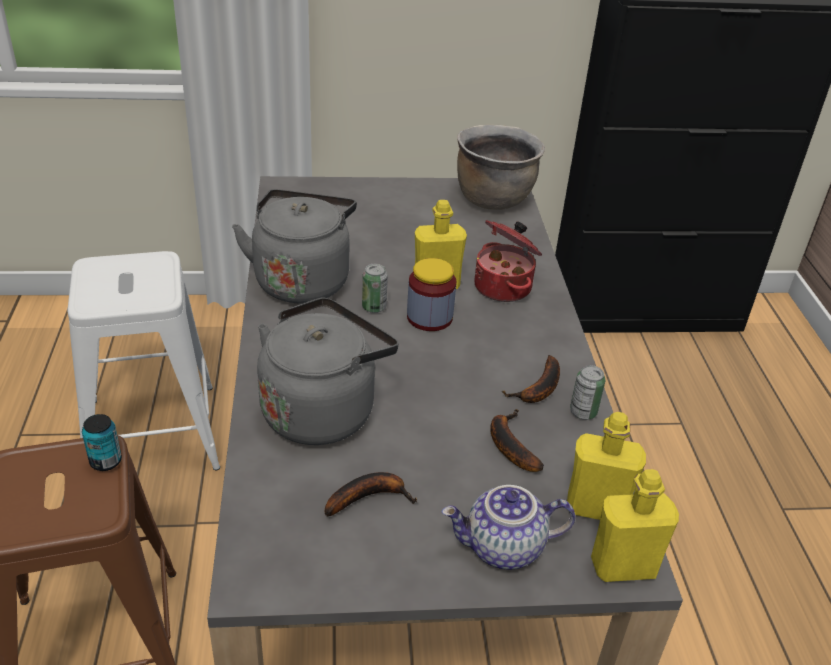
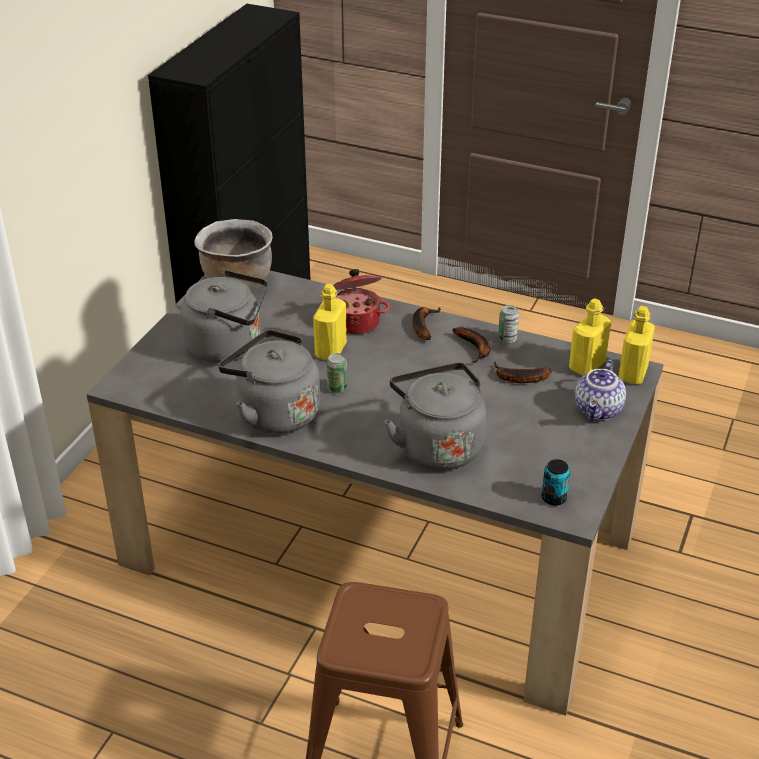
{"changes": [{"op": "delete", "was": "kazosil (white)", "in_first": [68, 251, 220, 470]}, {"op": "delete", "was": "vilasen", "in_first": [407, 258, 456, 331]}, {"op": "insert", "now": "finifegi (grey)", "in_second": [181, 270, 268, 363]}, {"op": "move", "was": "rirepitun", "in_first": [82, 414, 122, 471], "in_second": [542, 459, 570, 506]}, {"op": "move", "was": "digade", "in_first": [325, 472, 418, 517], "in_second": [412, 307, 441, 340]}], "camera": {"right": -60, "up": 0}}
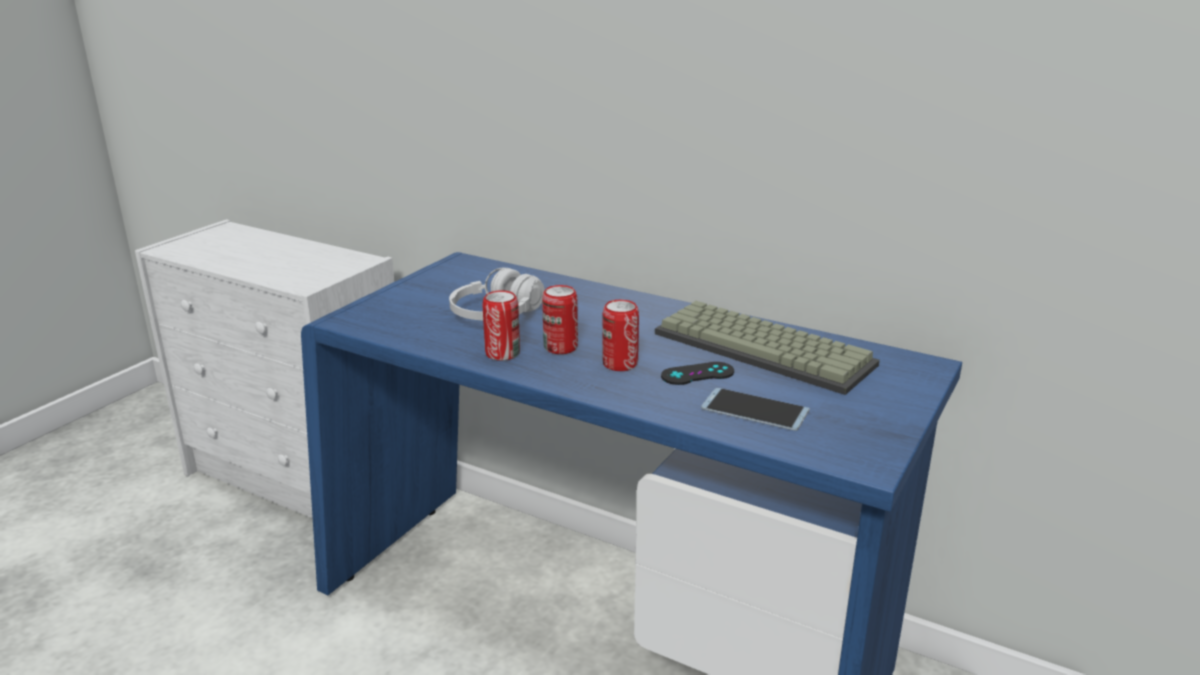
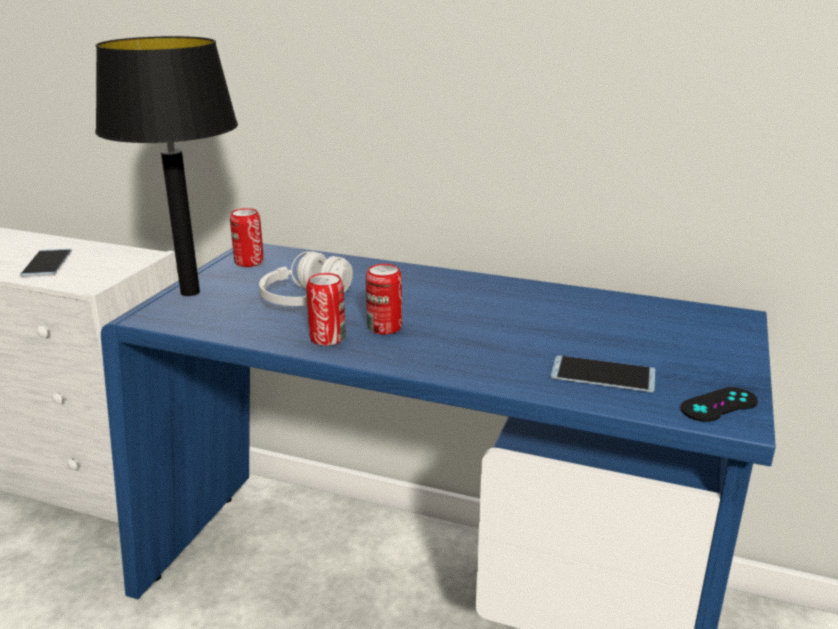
{"changes": [{"op": "delete", "was": "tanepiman", "in_first": [655, 301, 880, 395]}, {"op": "insert", "now": "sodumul", "in_second": [20, 249, 72, 277]}, {"op": "insert", "now": "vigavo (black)", "in_second": [95, 36, 238, 296]}, {"op": "move", "was": "rirepitun", "in_first": [603, 300, 639, 371], "in_second": [230, 208, 264, 267]}, {"op": "move", "was": "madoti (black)", "in_first": [661, 362, 734, 385], "in_second": [680, 387, 758, 422]}], "camera": {"right": -10, "up": 0}}
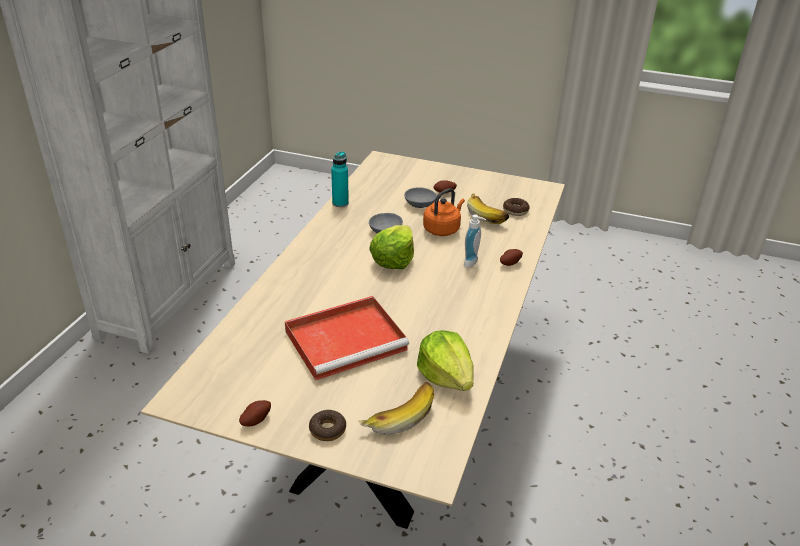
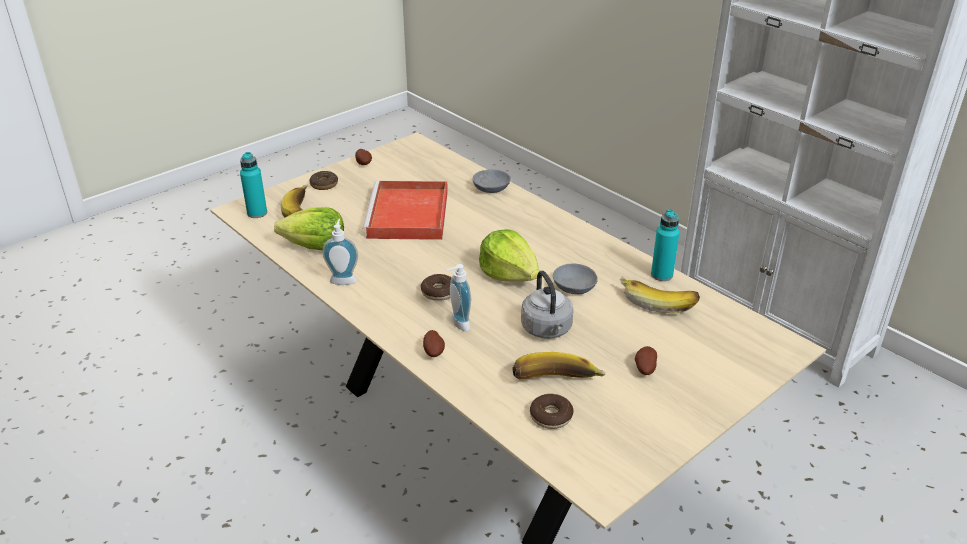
{"changes": [{"op": "insert", "now": "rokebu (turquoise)", "in_second": [240, 152, 267, 218]}, {"op": "insert", "now": "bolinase", "in_second": [322, 219, 358, 285]}, {"op": "insert", "now": "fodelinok", "in_second": [421, 274, 452, 301]}, {"op": "insert", "now": "digade", "in_second": [620, 277, 700, 314]}, {"op": "move", "was": "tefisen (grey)", "in_first": [404, 187, 437, 208], "in_second": [472, 170, 511, 193]}, {"op": "recolor", "was": "finifegi (orange)", "now": "finifegi (grey)", "in_first": [423, 188, 465, 236], "in_second": [521, 271, 574, 339]}], "camera": {"right": 120, "up": 0}}
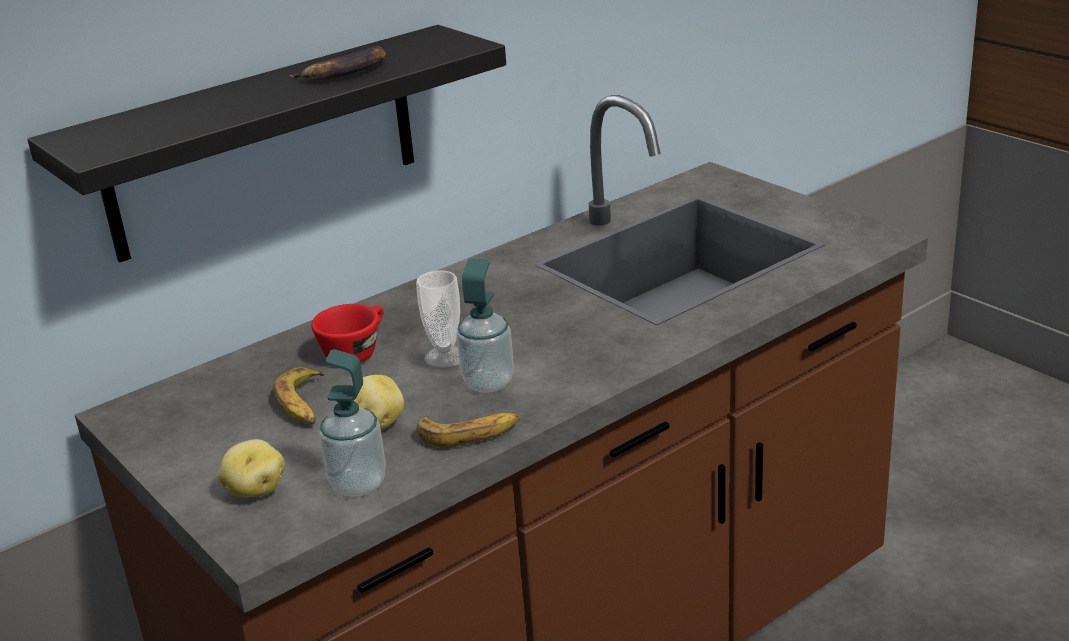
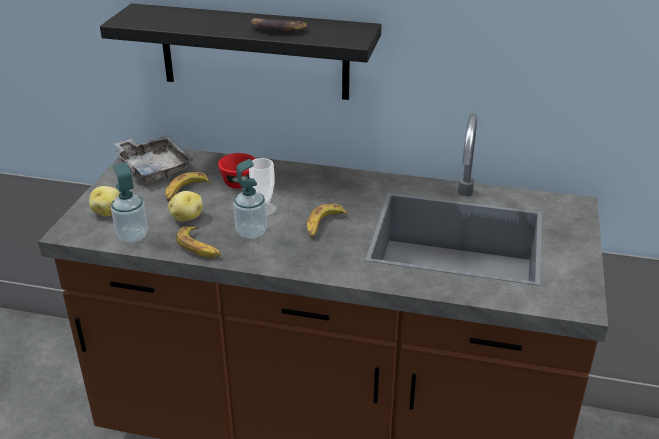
{"changes": [{"op": "insert", "now": "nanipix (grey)", "in_second": [114, 135, 194, 183]}, {"op": "insert", "now": "digade", "in_second": [307, 204, 348, 238]}], "camera": {"right": 50, "up": 5}}
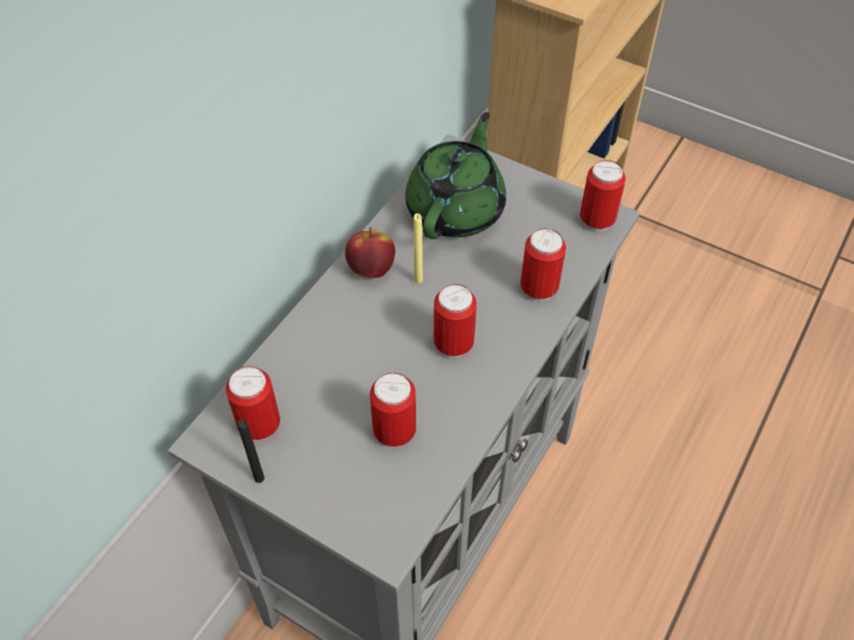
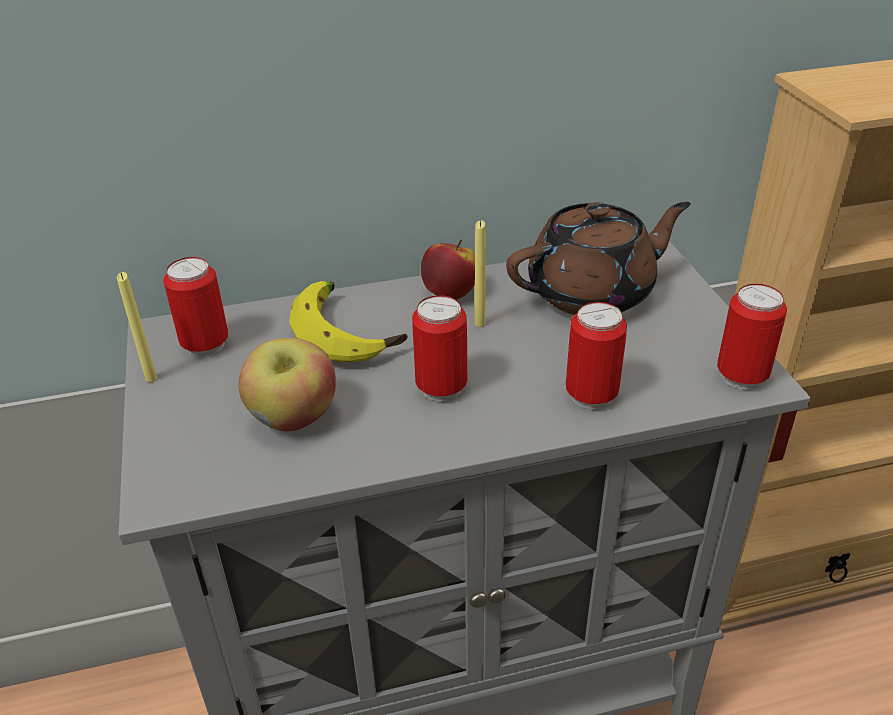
{"changes": [{"op": "insert", "now": "digade", "in_second": [289, 281, 407, 362]}, {"op": "replace", "was": "rirepitun", "now": "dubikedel", "in_first": [370, 373, 416, 447], "in_second": [239, 338, 336, 431]}, {"op": "recolor", "was": "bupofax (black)", "now": "bupofax (yellow)", "in_first": [237, 419, 264, 483], "in_second": [117, 272, 157, 382]}, {"op": "recolor", "was": "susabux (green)", "now": "susabux (brown)", "in_first": [405, 112, 506, 239], "in_second": [506, 202, 691, 315]}], "camera": {"right": 45, "up": -15}}
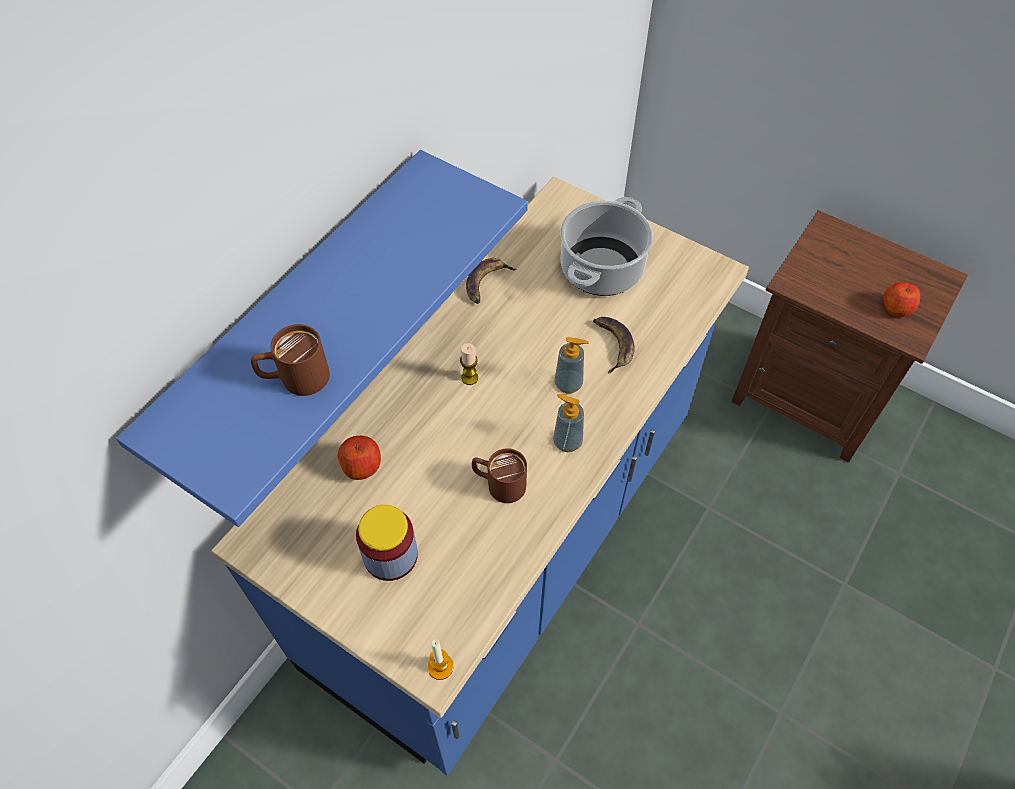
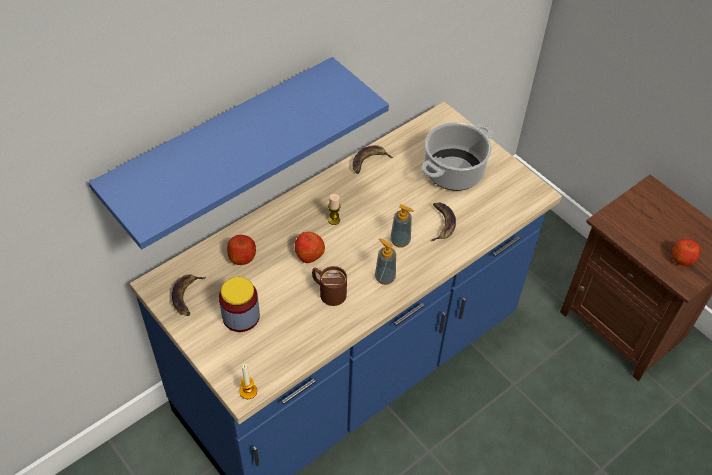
{"changes": [{"op": "delete", "was": "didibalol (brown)", "in_first": [251, 324, 330, 396]}, {"op": "insert", "now": "digade", "in_second": [172, 274, 206, 316]}, {"op": "insert", "now": "dubikedel", "in_second": [294, 232, 325, 263]}], "camera": {"right": 15, "up": -5}}
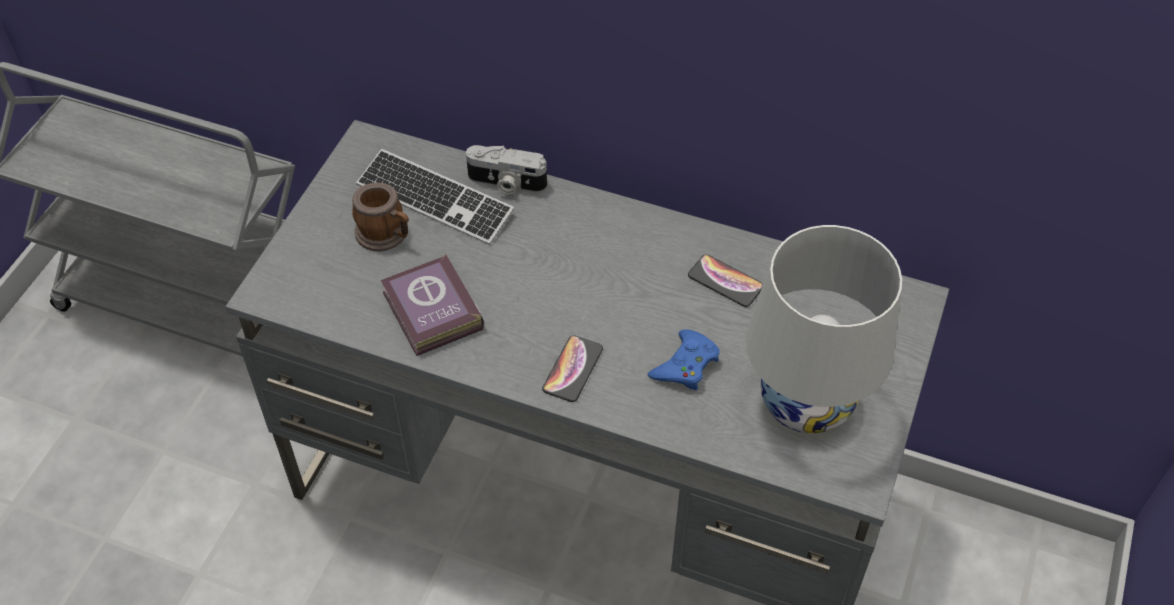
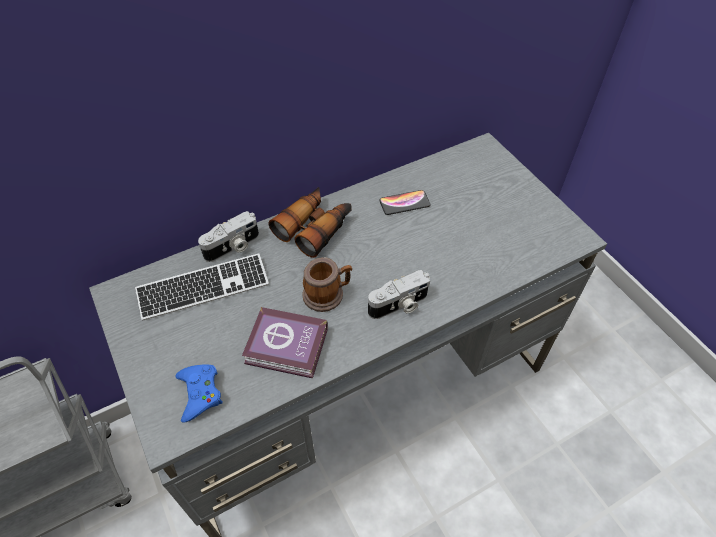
{"changes": [{"op": "delete", "was": "vigavo (white)", "in_first": [746, 225, 902, 433]}, {"op": "insert", "now": "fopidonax", "in_second": [269, 187, 351, 258]}, {"op": "move", "was": "didibalol", "in_first": [352, 183, 409, 252], "in_second": [302, 257, 352, 312]}, {"op": "move", "was": "madoti (blue)", "in_first": [648, 330, 720, 391], "in_second": [175, 364, 223, 423]}, {"op": "replace", "was": "sodumul", "now": "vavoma", "in_first": [542, 335, 603, 402], "in_second": [368, 270, 430, 319]}], "camera": {"right": -50, "up": 0}}
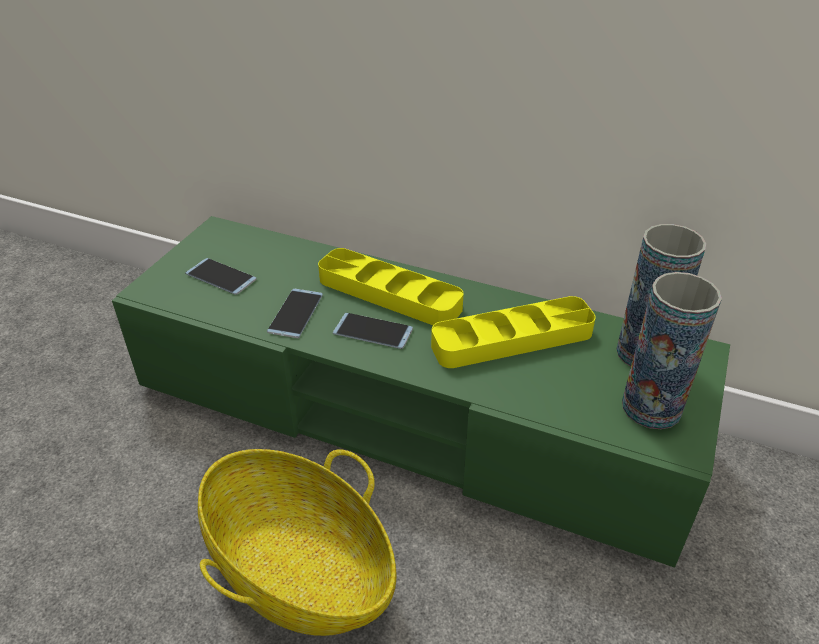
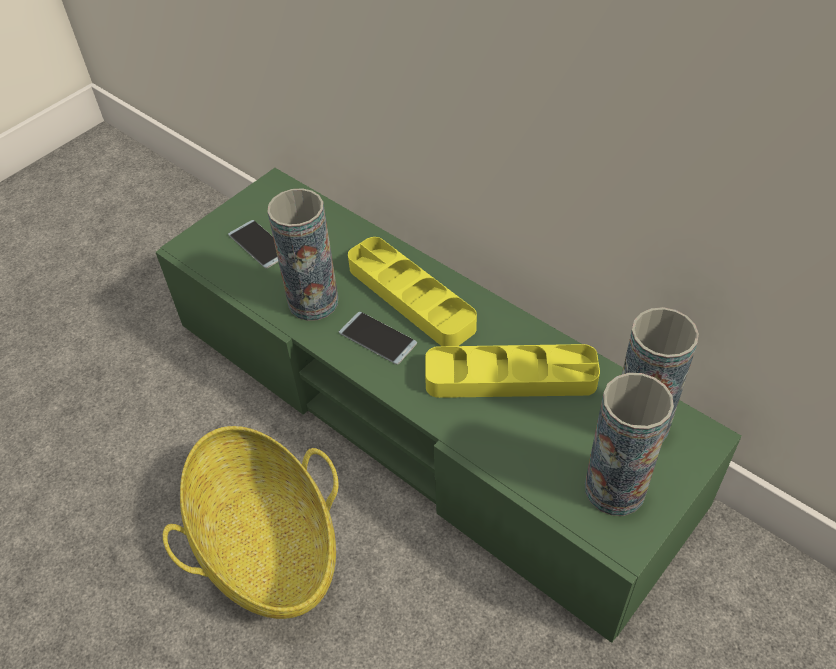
{"changes": [{"op": "replace", "was": "sodumul", "now": "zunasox", "in_first": [267, 289, 323, 338], "in_second": [267, 188, 338, 321]}], "camera": {"right": 20, "up": 10}}
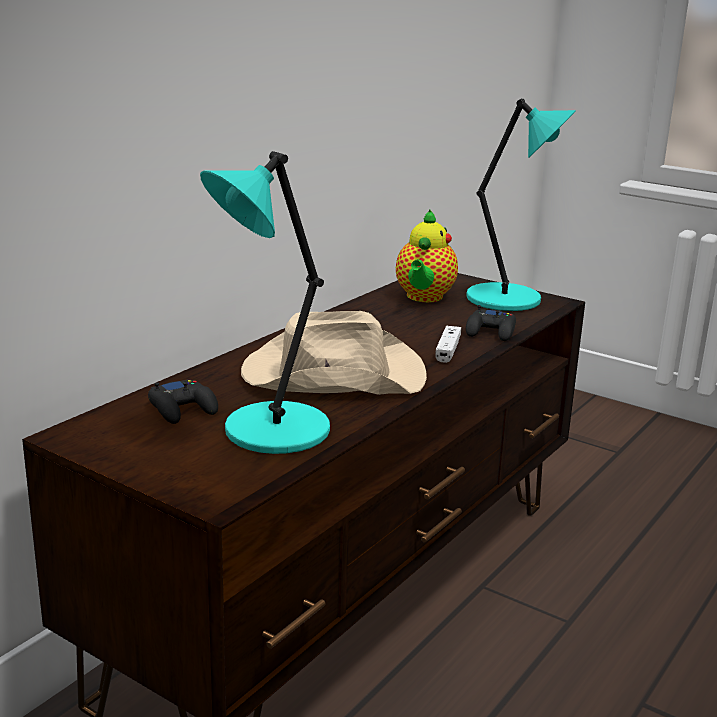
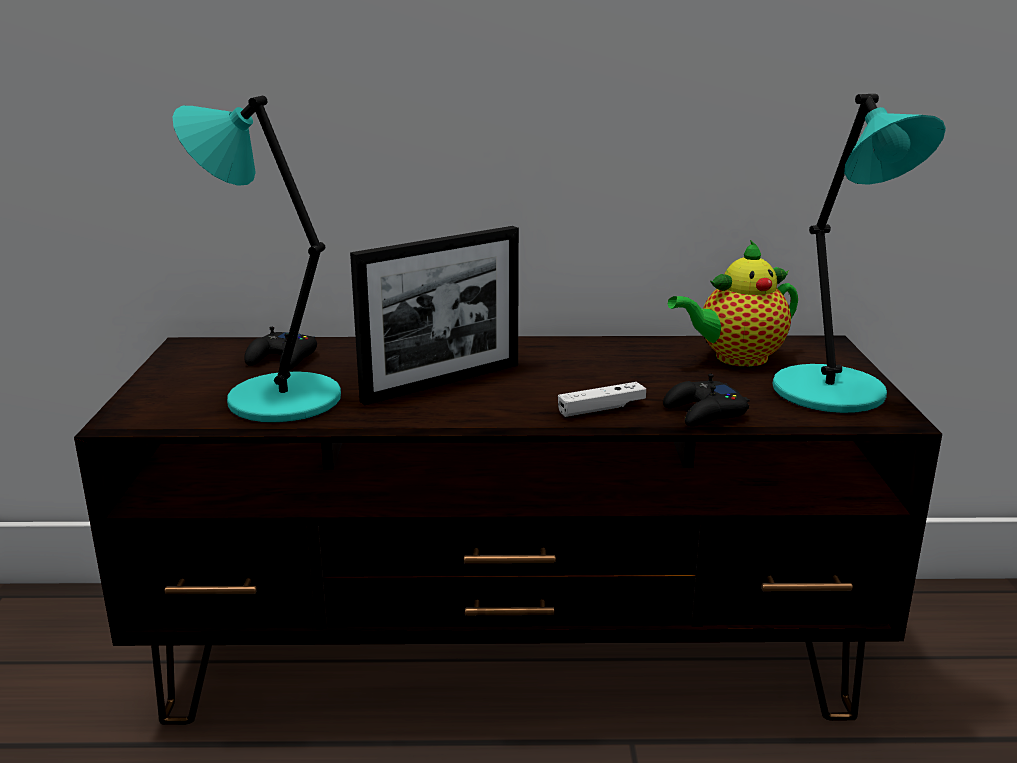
{"changes": [{"op": "replace", "was": "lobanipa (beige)", "now": "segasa", "in_first": [241, 311, 427, 395], "in_second": [350, 226, 519, 405]}], "camera": {"right": 55, "up": 0}}
